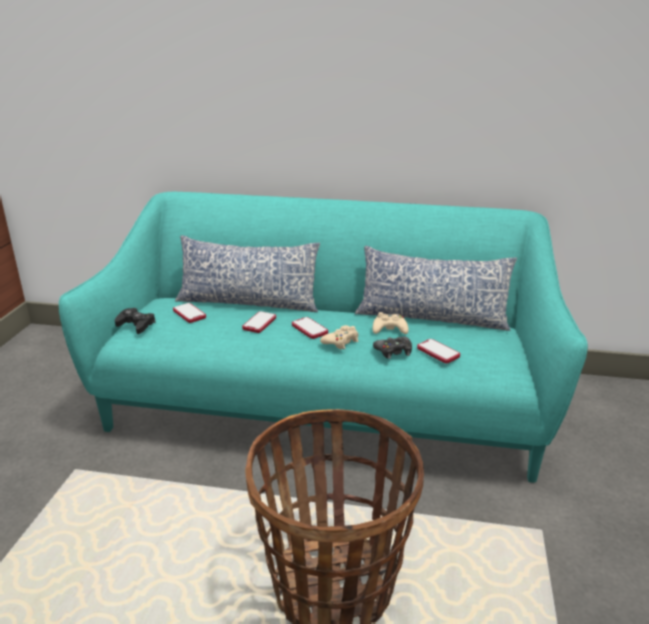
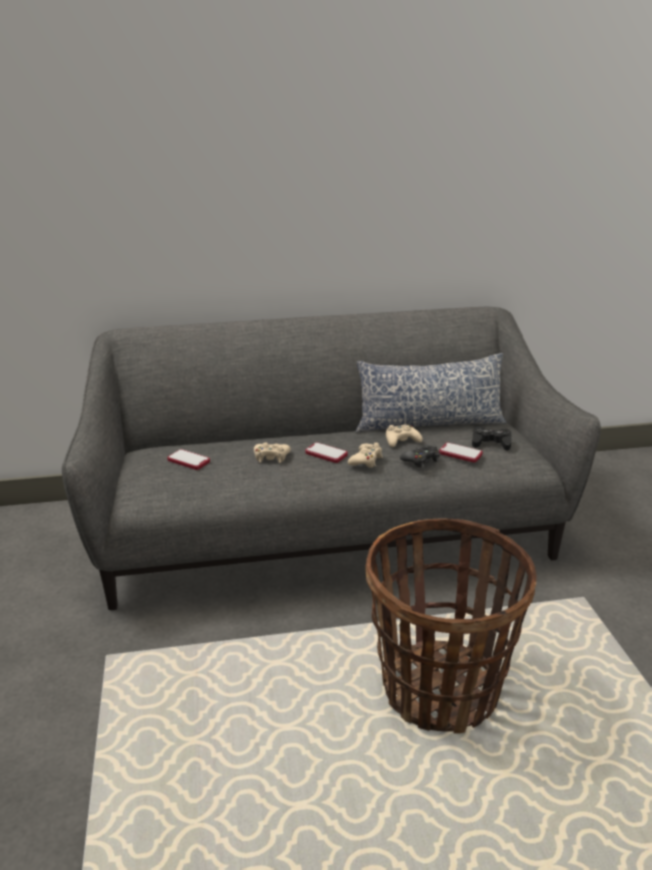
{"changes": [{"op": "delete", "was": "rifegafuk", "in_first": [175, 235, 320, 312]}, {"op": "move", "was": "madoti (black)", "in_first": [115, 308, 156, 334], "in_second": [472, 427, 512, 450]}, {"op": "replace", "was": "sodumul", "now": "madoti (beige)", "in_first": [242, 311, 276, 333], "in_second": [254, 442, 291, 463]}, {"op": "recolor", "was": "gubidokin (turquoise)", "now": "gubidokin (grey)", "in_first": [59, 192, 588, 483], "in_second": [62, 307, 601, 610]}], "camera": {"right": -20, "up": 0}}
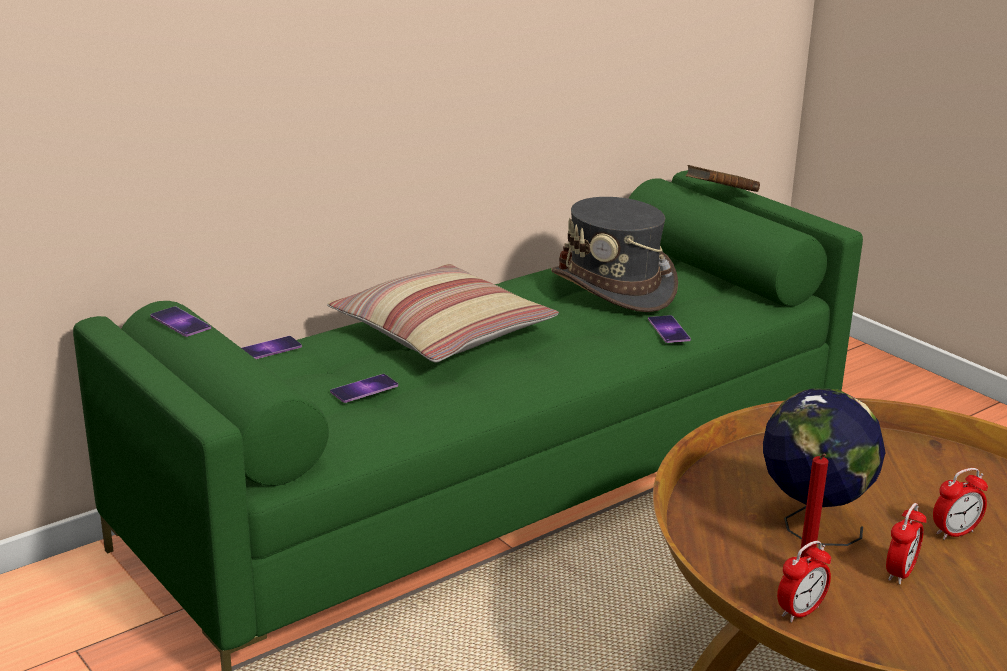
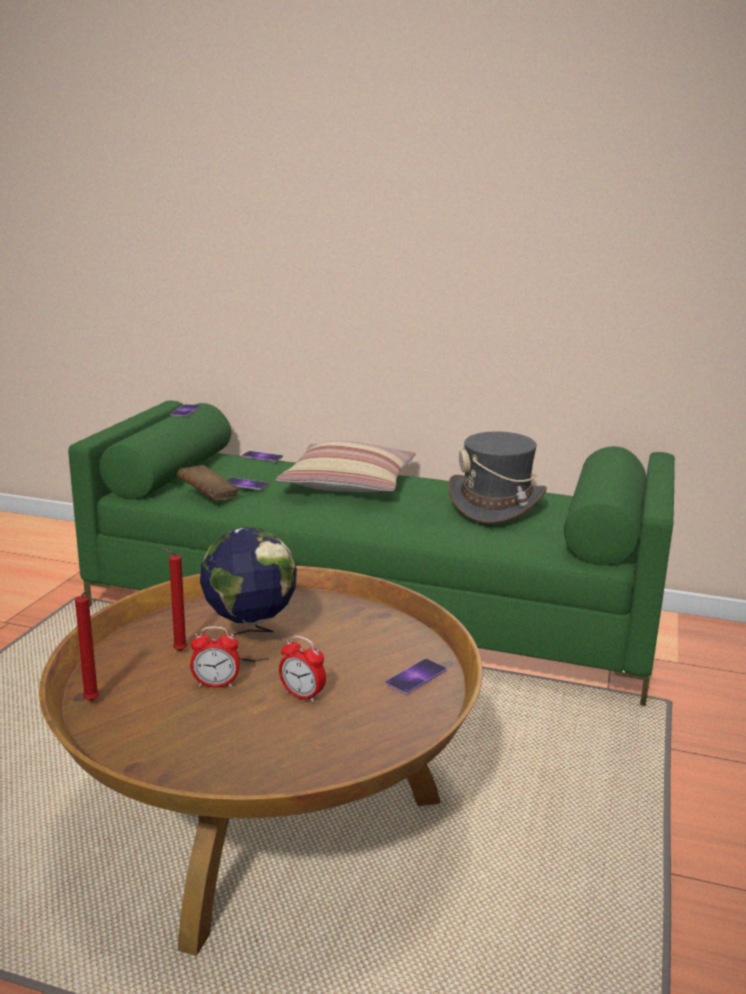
{"changes": [{"op": "delete", "was": "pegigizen", "in_first": [777, 541, 831, 622]}, {"op": "insert", "now": "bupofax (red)", "in_second": [75, 591, 99, 701]}, {"op": "move", "was": "sodumul", "in_first": [648, 315, 691, 343], "in_second": [385, 659, 447, 694]}, {"op": "move", "was": "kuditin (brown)", "in_first": [686, 165, 760, 192], "in_second": [177, 465, 240, 501]}], "camera": {"right": 55, "up": -5}}
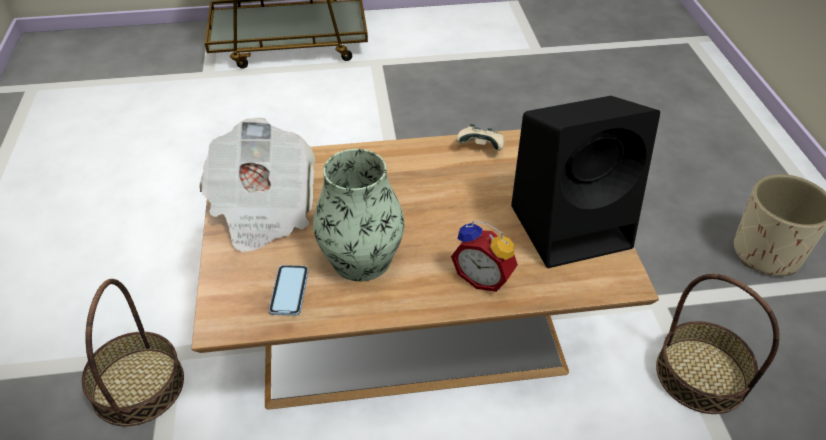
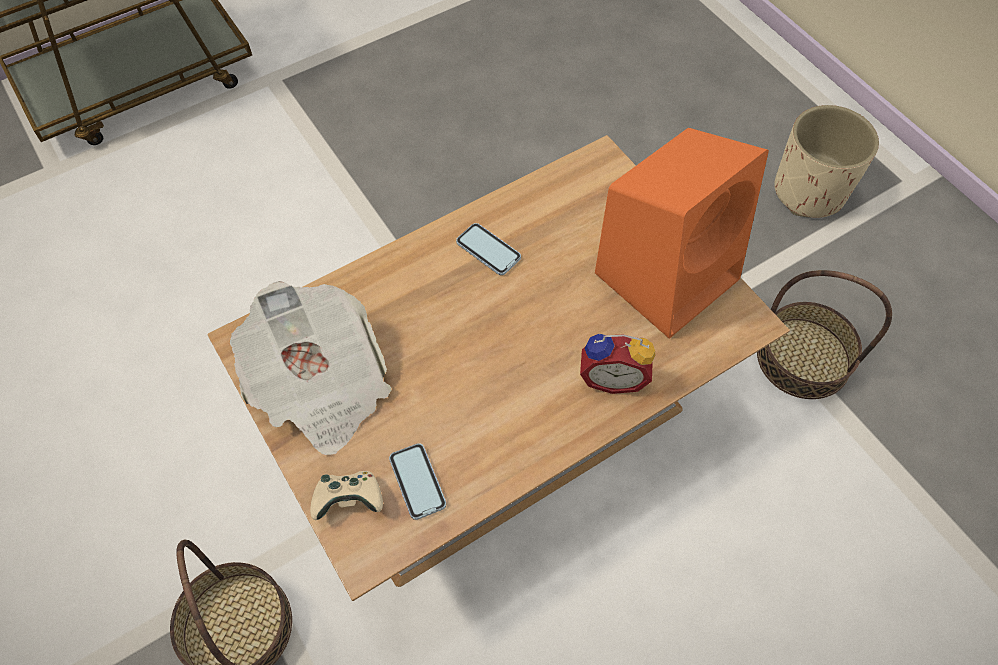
{"changes": [{"op": "delete", "was": "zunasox", "in_first": [313, 149, 405, 281]}, {"op": "insert", "now": "sodumul", "in_second": [456, 223, 521, 275]}, {"op": "move", "was": "madoti (beige)", "in_first": [456, 124, 505, 151], "in_second": [310, 471, 383, 520]}, {"op": "recolor", "was": "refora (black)", "now": "refora (orange)", "in_first": [511, 96, 660, 268], "in_second": [595, 128, 769, 338]}], "camera": {"right": -25, "up": 15}}
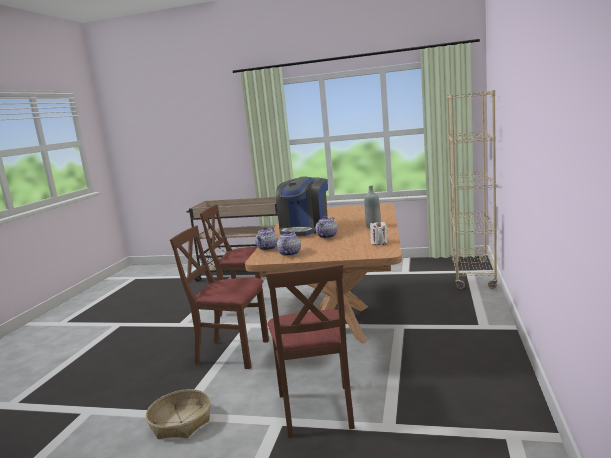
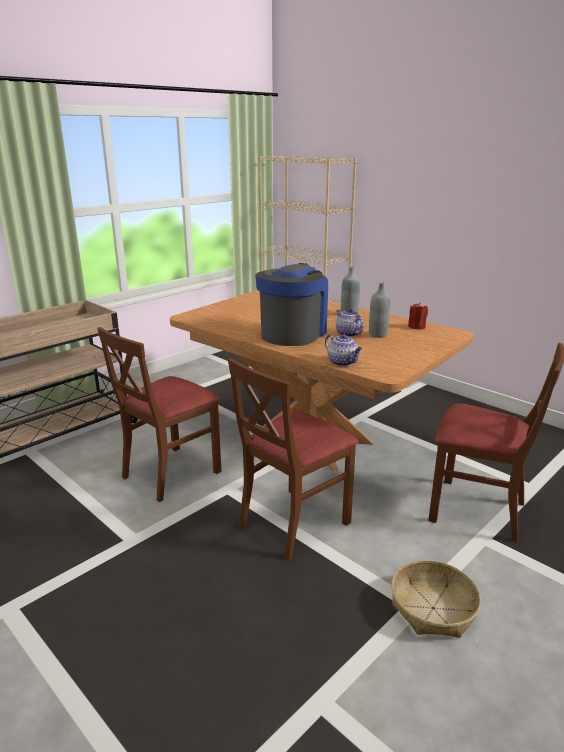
{"changes": [{"op": "delete", "was": "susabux", "in_first": [277, 231, 301, 256]}, {"op": "insert", "now": "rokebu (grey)", "in_second": [369, 282, 390, 338]}, {"op": "recolor", "was": "bupofax (white)", "now": "bupofax (red)", "in_first": [370, 221, 388, 245], "in_second": [408, 302, 428, 329]}, {"op": "rotate", "was": "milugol", "in_first": [276, 177, 328, 236], "in_second": [255, 263, 328, 346], "clockwise": -120}], "camera": {"right": -60, "up": 10}}
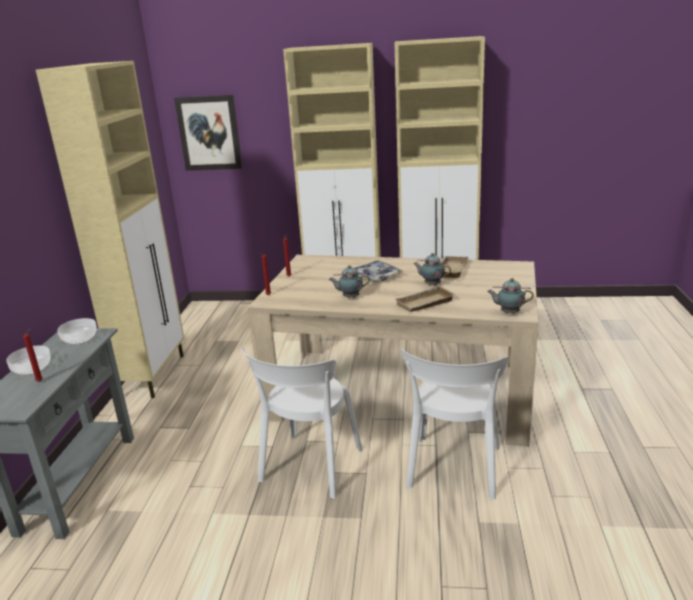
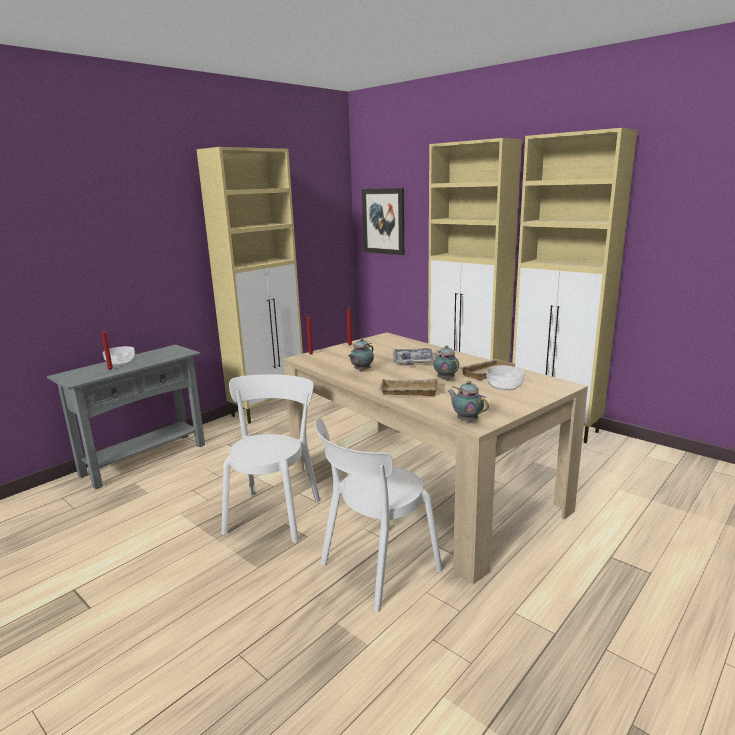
{"changes": [{"op": "move", "was": "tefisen", "in_first": [57, 318, 97, 345], "in_second": [487, 366, 524, 391]}, {"op": "rotate", "was": "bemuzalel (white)", "in_first": [241, 347, 363, 499], "in_second": [222, 374, 321, 543], "clockwise": 135}, {"op": "rotate", "was": "susabux", "in_first": [329, 265, 370, 298], "in_second": [348, 338, 374, 372], "clockwise": -90}], "camera": {"right": 35, "up": -5}}
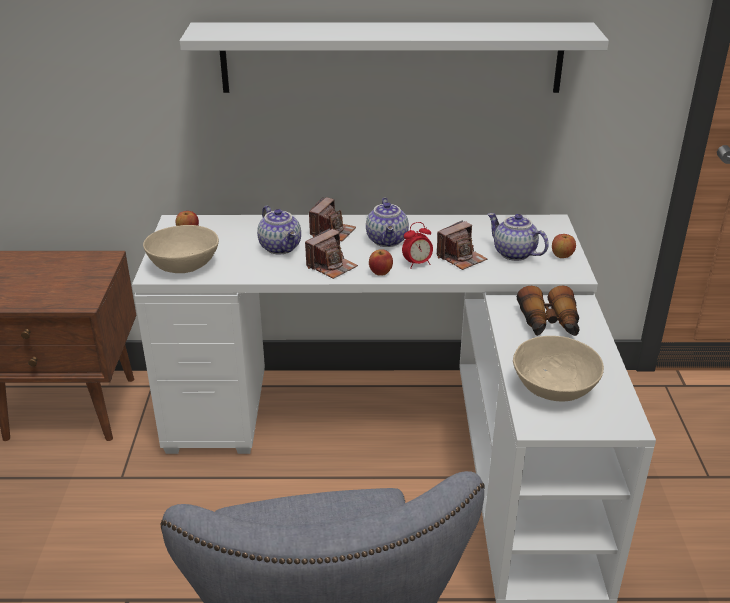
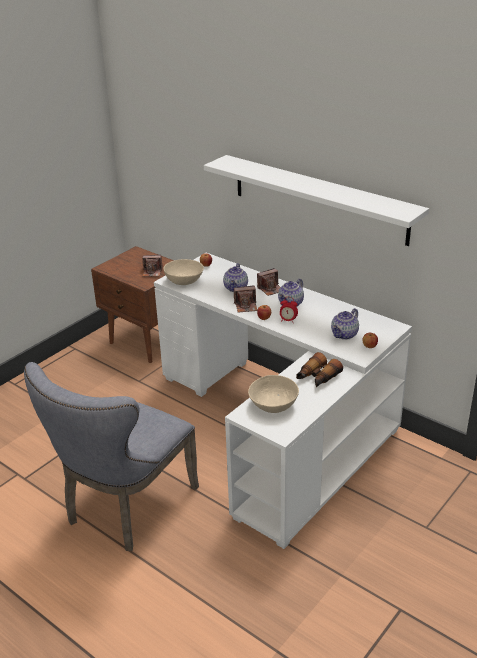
{"changes": [{"op": "move", "was": "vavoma", "in_first": [436, 220, 487, 270], "in_second": [142, 255, 163, 277]}, {"op": "rotate", "was": "susabux", "in_first": [487, 213, 549, 261], "in_second": [331, 308, 359, 340], "clockwise": -135}], "camera": {"right": 40, "up": 0}}
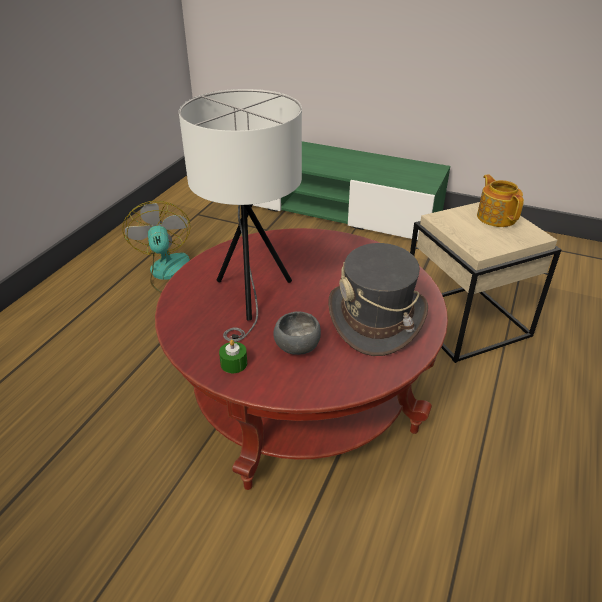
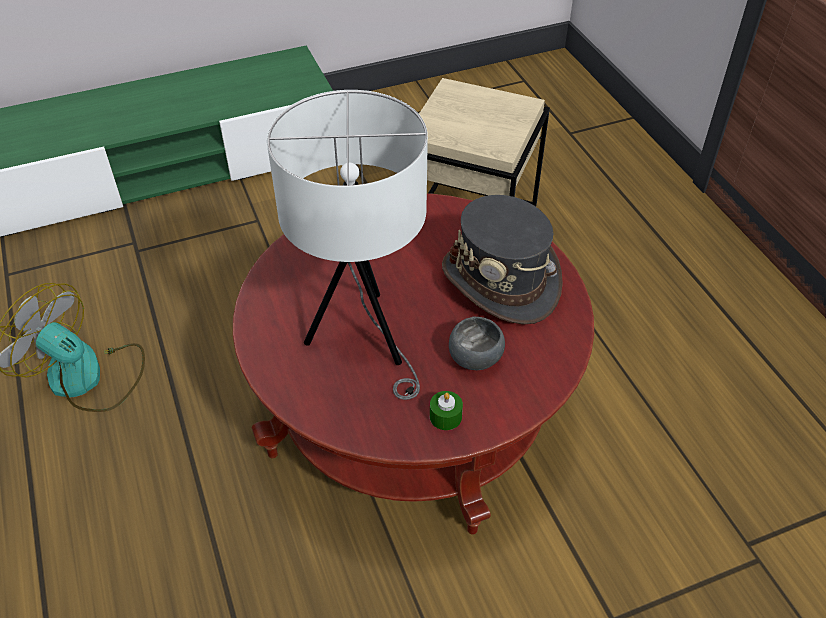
{"changes": [{"op": "delete", "was": "susabux", "in_first": [477, 174, 524, 227]}], "camera": {"right": -45, "up": 10}}
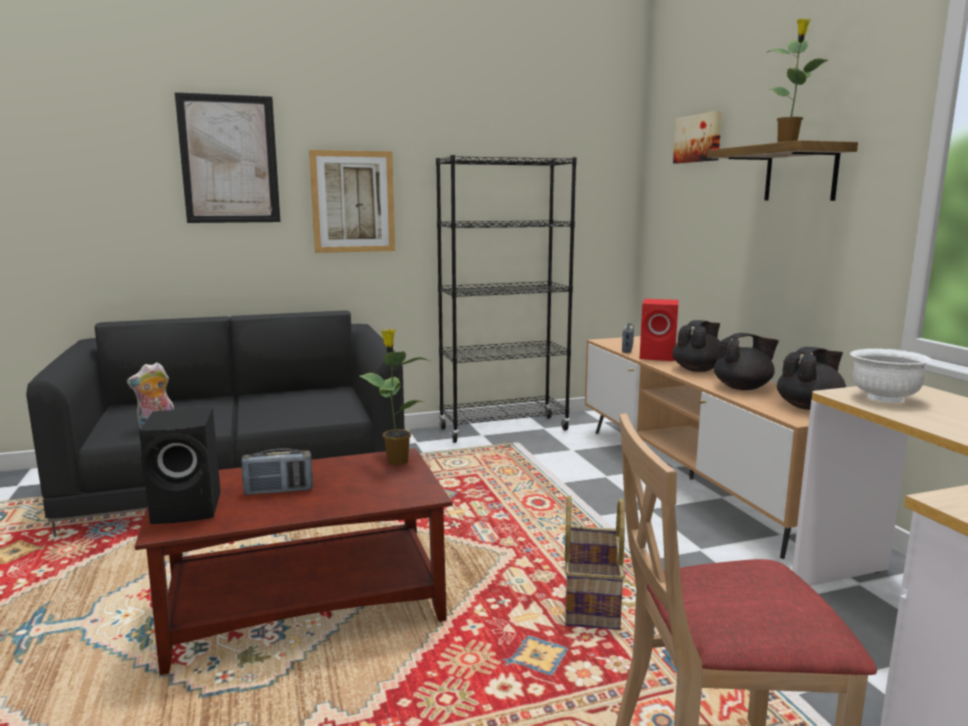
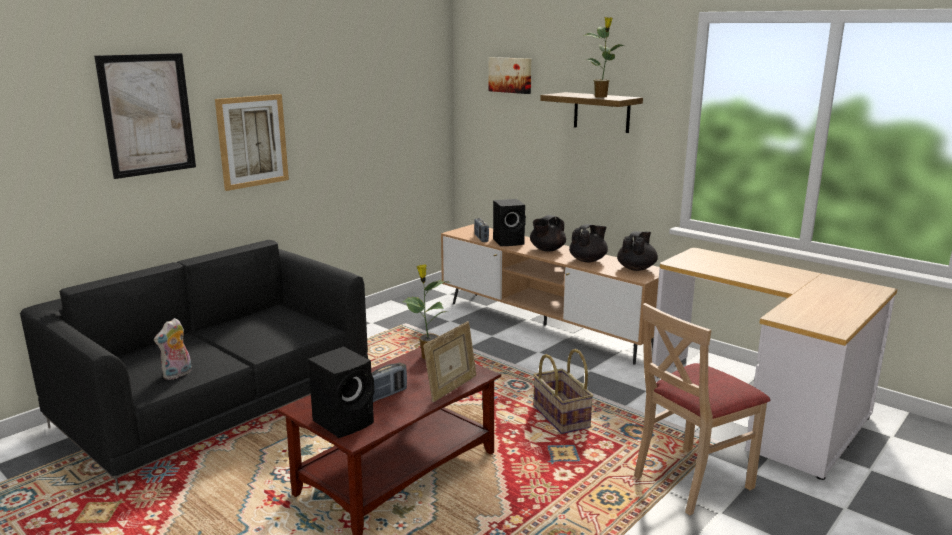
{"changes": [{"op": "delete", "was": "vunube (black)", "in_first": [436, 155, 577, 443]}, {"op": "delete", "was": "tefisen (white)", "in_first": [850, 348, 932, 403]}, {"op": "insert", "now": "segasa", "in_second": [423, 321, 476, 402]}, {"op": "recolor", "was": "refora (red)", "now": "refora (black)", "in_first": [640, 299, 679, 361], "in_second": [493, 199, 526, 246]}, {"op": "rotate", "was": "susabux (black)", "in_first": [672, 320, 721, 372], "in_second": [530, 215, 566, 252], "clockwise": -150}], "camera": {"right": -30, "up": 5}}
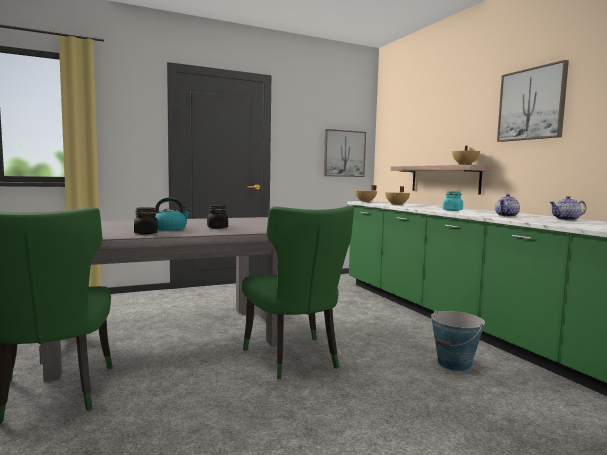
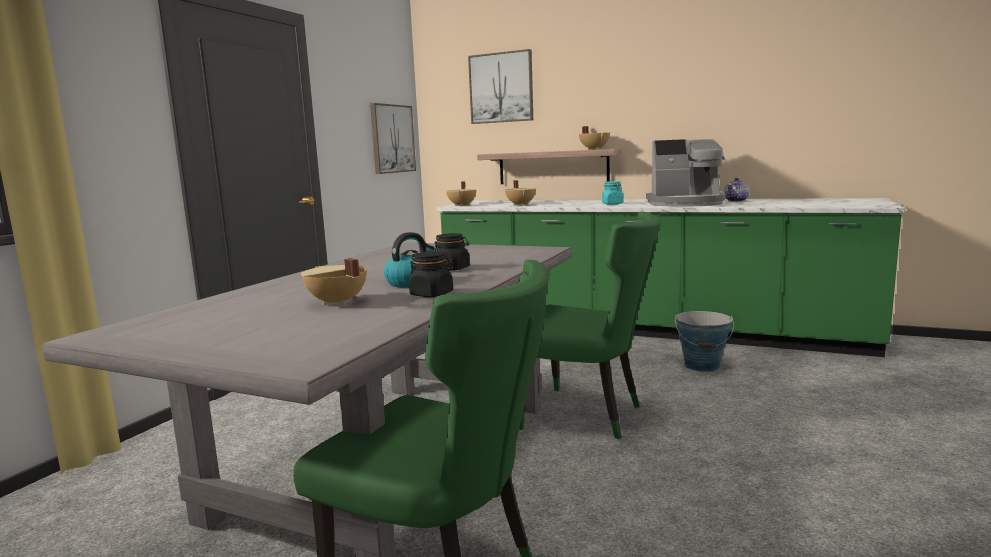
{"changes": [{"op": "insert", "now": "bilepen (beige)", "in_second": [301, 258, 367, 305]}, {"op": "move", "was": "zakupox", "in_first": [497, 60, 569, 142], "in_second": [468, 49, 533, 124]}, {"op": "replace", "was": "susabux", "now": "milugol", "in_first": [495, 194, 520, 217], "in_second": [646, 139, 725, 207]}], "camera": {"right": -40, "up": 5}}
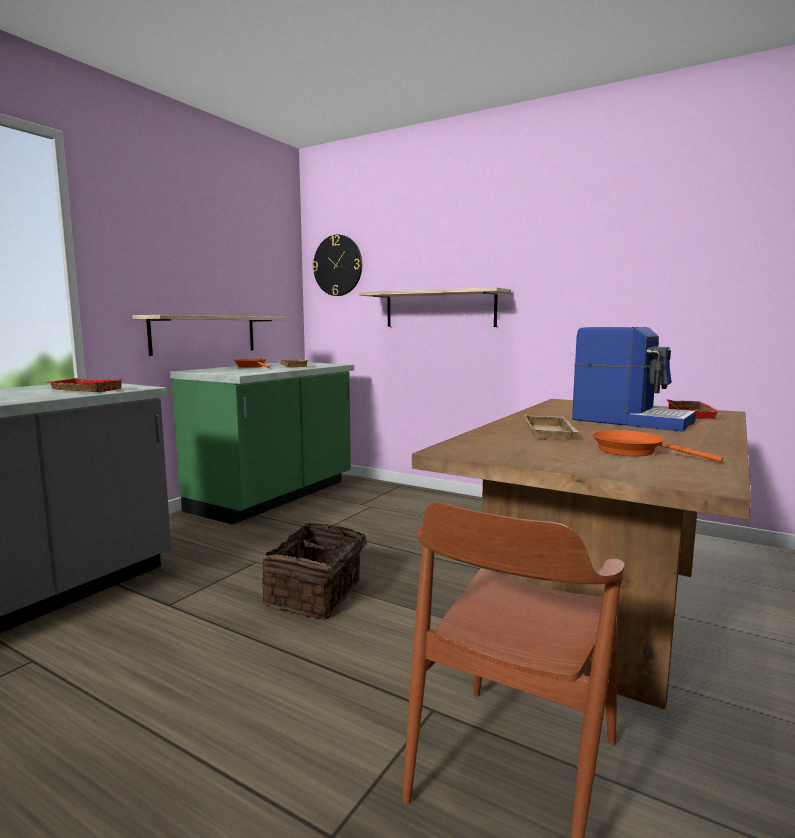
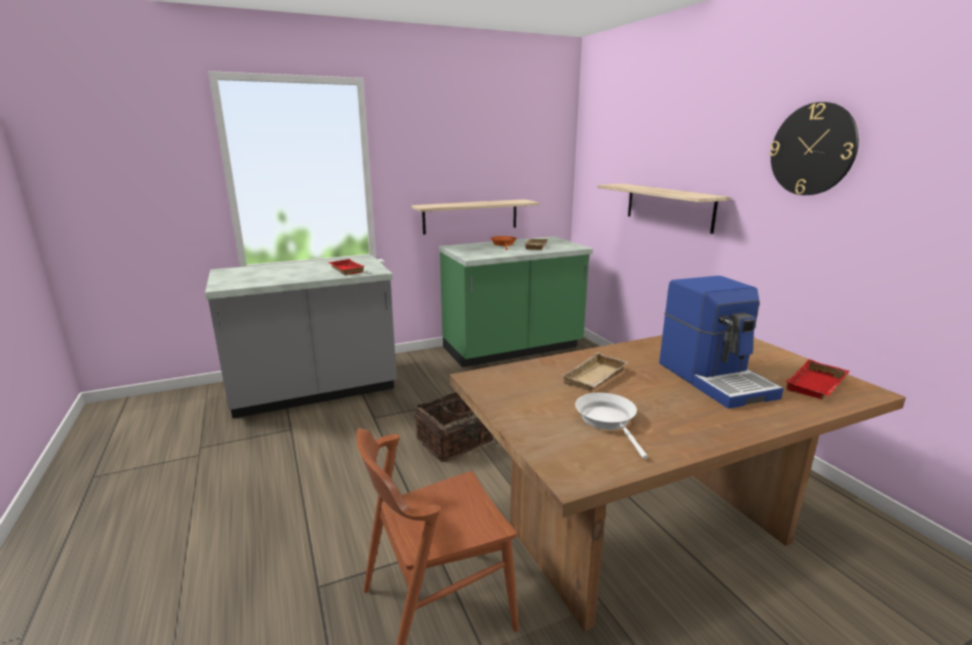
{"changes": [{"op": "move", "was": "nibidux", "in_first": [312, 235, 362, 296], "in_second": [769, 102, 859, 195]}, {"op": "recolor", "was": "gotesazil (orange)", "now": "gotesazil (white)", "in_first": [592, 430, 723, 462], "in_second": [575, 393, 648, 459]}], "camera": {"right": 35, "up": 10}}
